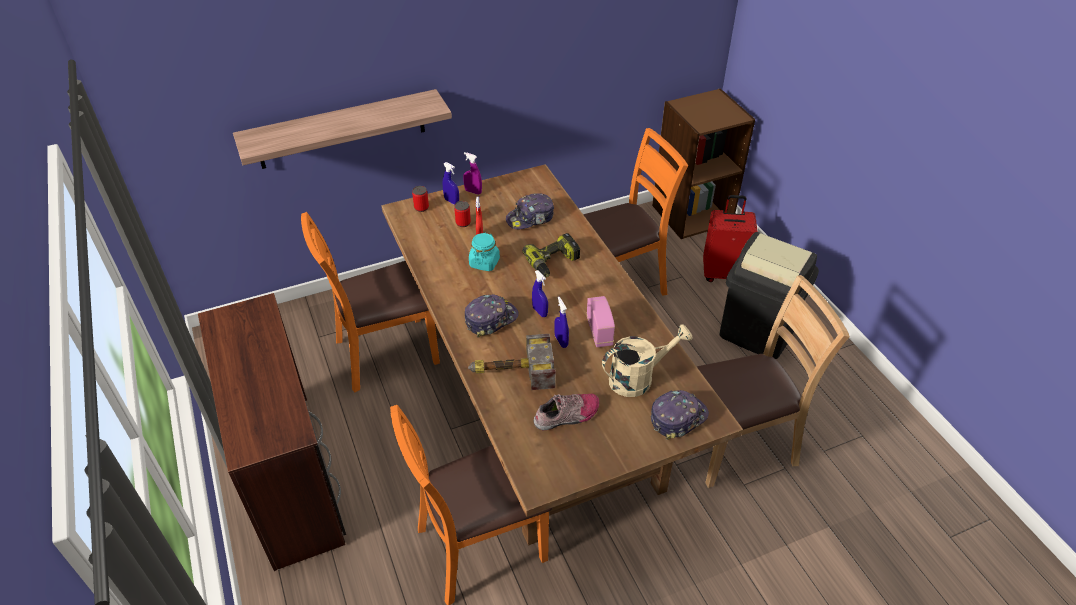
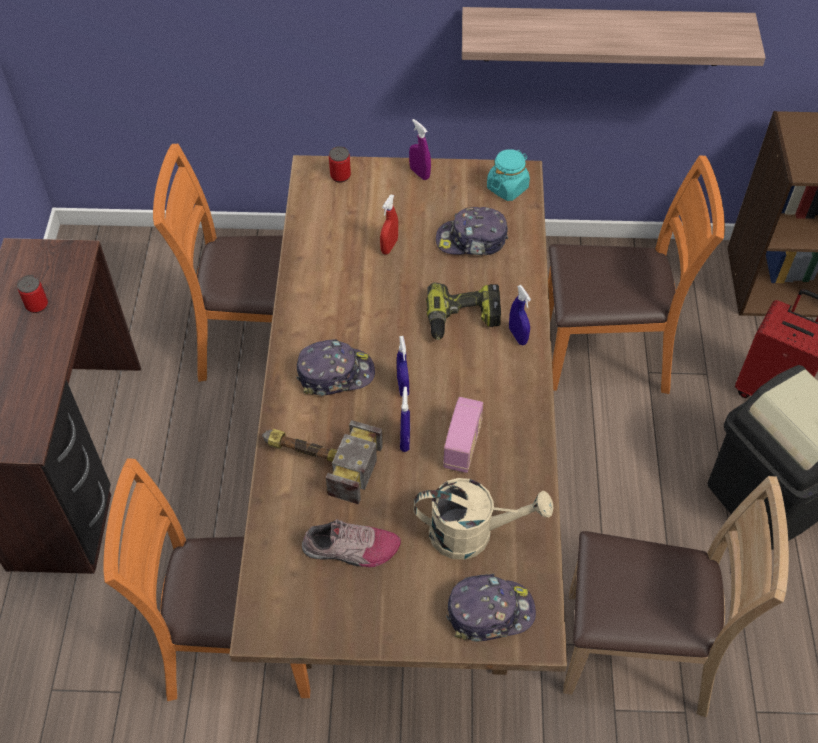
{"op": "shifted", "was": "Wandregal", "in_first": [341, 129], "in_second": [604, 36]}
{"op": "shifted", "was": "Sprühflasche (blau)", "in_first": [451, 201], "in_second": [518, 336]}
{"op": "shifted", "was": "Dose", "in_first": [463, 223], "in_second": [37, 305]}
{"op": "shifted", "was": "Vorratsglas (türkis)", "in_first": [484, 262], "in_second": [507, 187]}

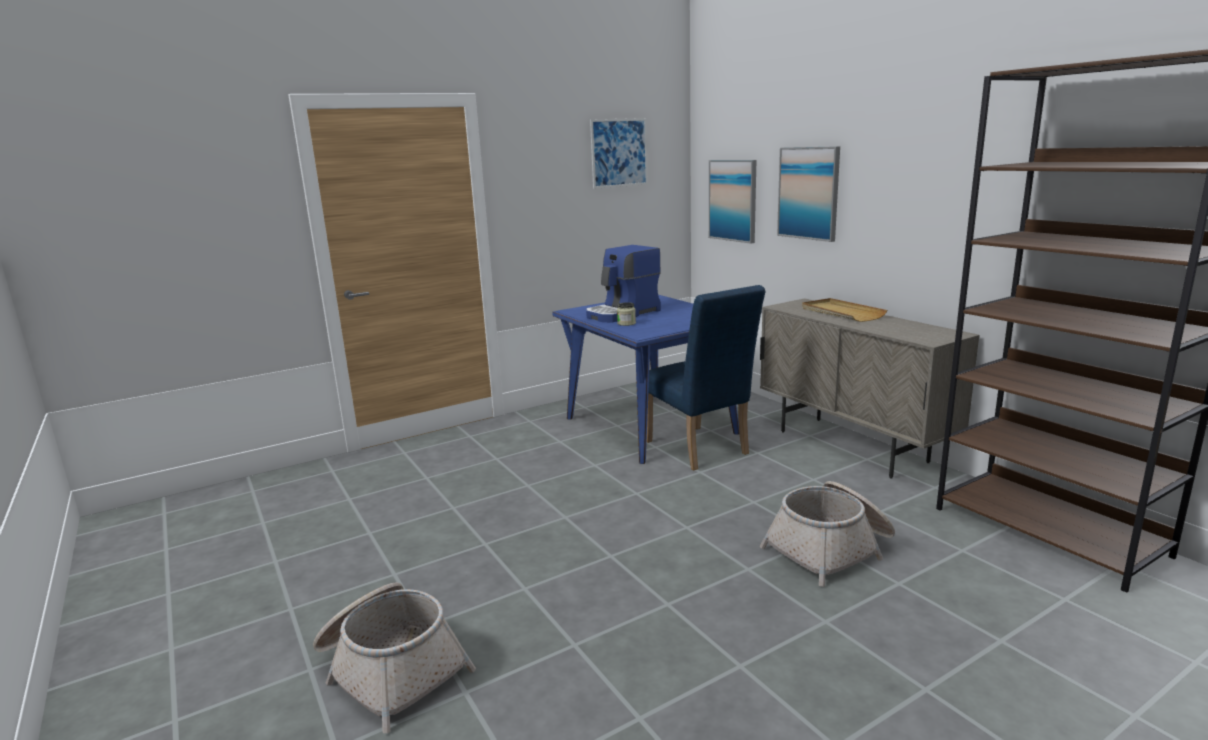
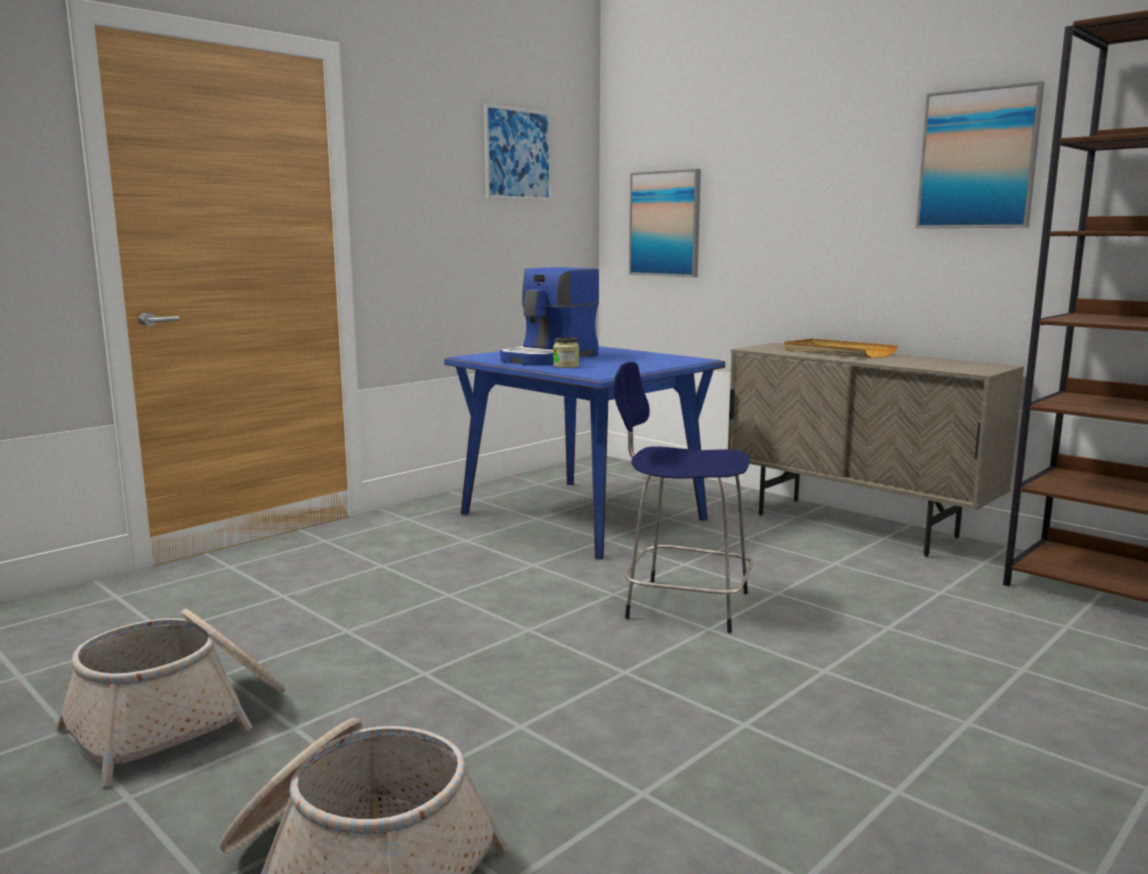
{"op": "gone", "was": "Stuhl (blau)", "in_first": [700, 450]}
{"op": "new", "now": "Hocker (blau)", "in_second": [682, 604]}
{"op": "shifted", "was": "Korb", "in_first": [831, 549], "in_second": [180, 721]}
{"op": "shifted", "was": "Bild", "in_first": [808, 193], "in_second": [978, 159]}

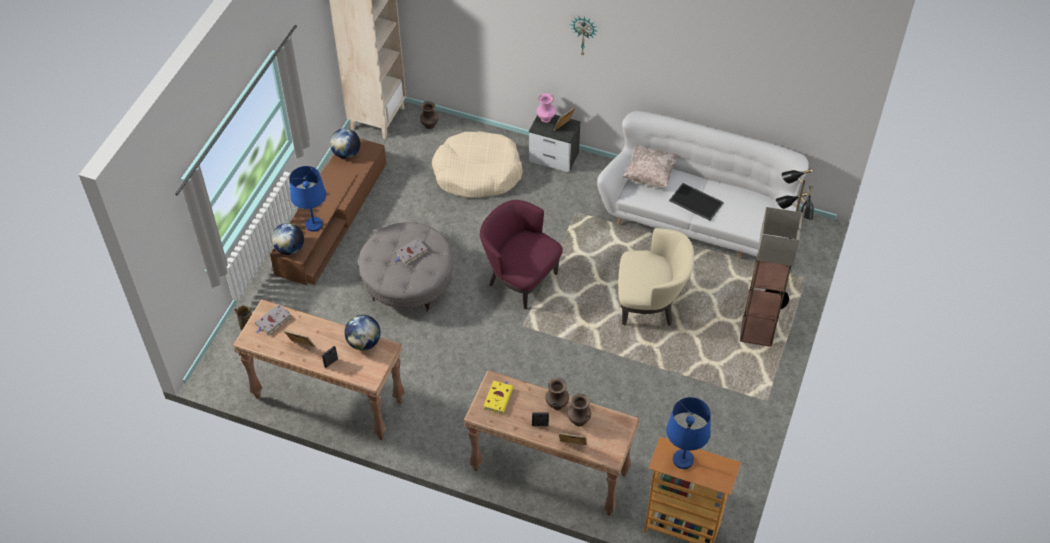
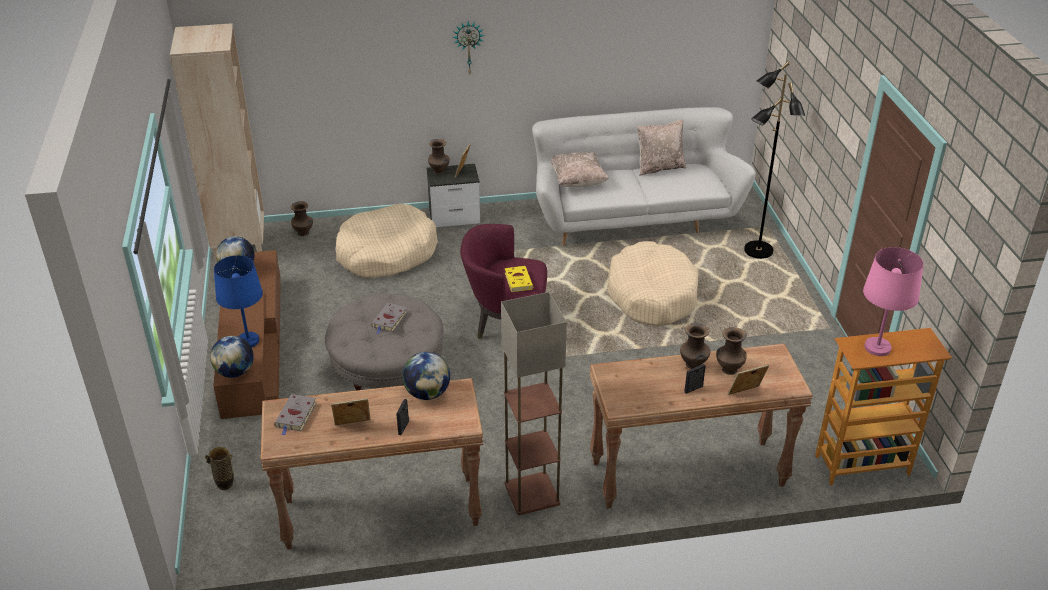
{"op": "gone", "was": "Tablett", "in_first": [697, 201]}
{"op": "new", "now": "Kissen (beige)", "in_second": [659, 167]}
{"op": "shifted", "was": "Buch (gelb)", "in_first": [498, 397], "in_second": [518, 280]}
{"op": "shifted", "was": "Stehlampe", "in_first": [758, 331], "in_second": [533, 494]}
{"op": "swapped", "was": "Sessel (beige)", "now": "Hundebett (beige)", "in_first": [650, 304], "in_second": [652, 295]}
{"op": "repainted", "was": "Vase (rosa)", "now": "Vase (braun)", "in_first": [546, 119], "in_second": [439, 172]}
{"op": "repainted", "was": "Tischlampe (blau)", "now": "Tischlampe (rosa)", "in_first": [682, 459], "in_second": [877, 347]}

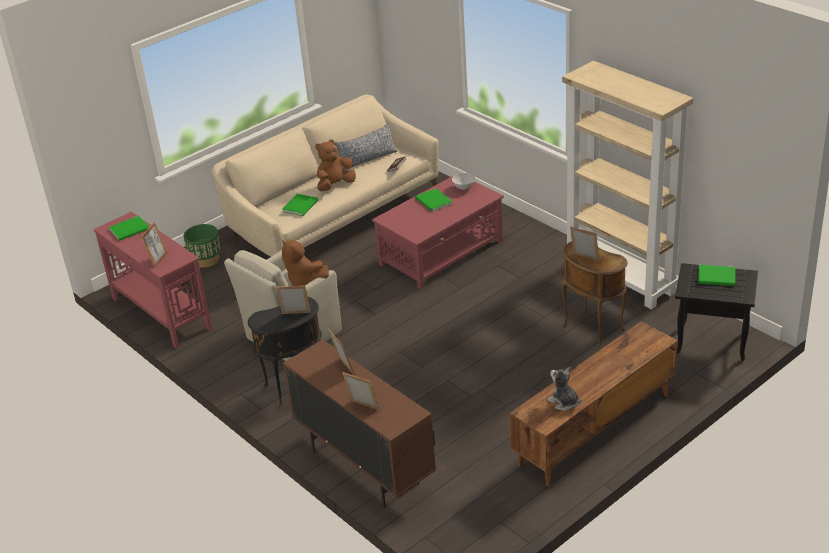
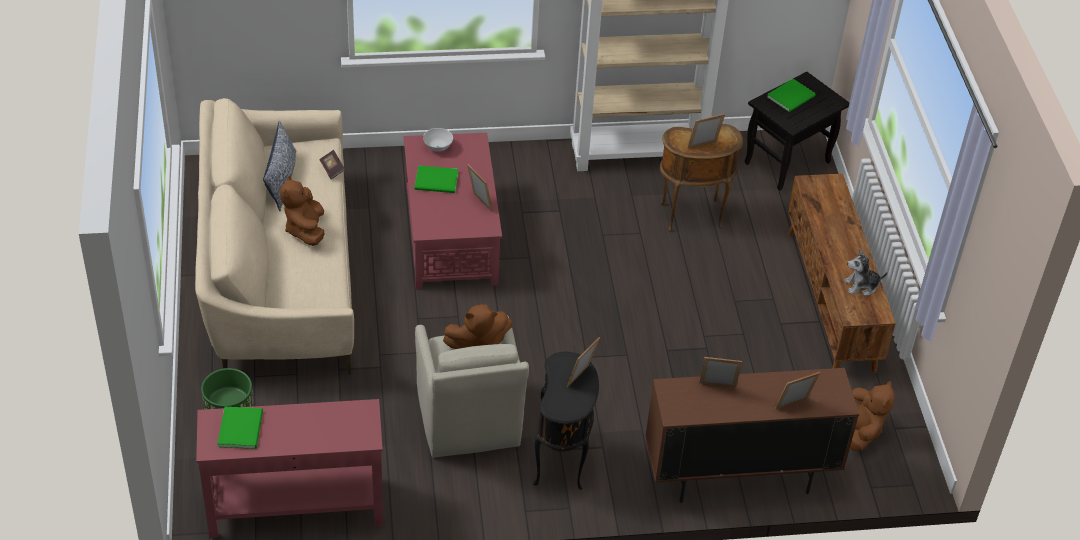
{"op": "gone", "was": "Buch (grün)", "in_first": [301, 205]}
{"op": "new", "now": "Plüschtier (braun)", "in_second": [860, 431]}
{"op": "shifted", "was": "Bilderrahmen", "in_first": [157, 259], "in_second": [479, 204]}

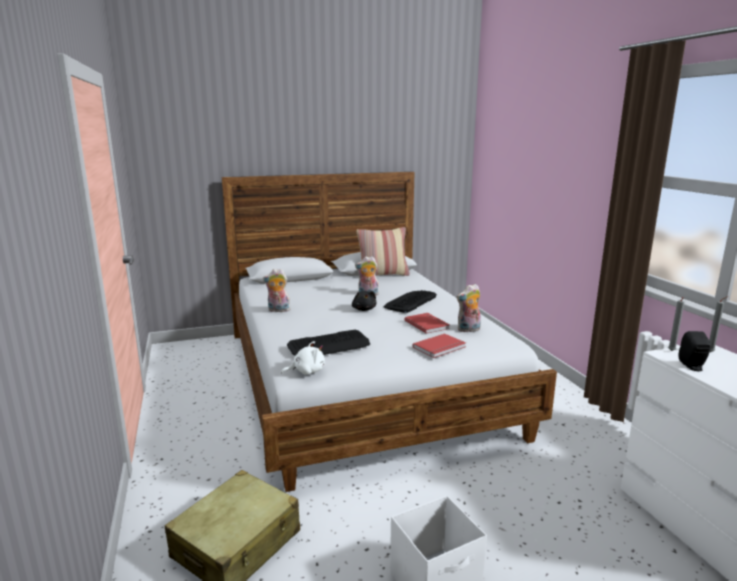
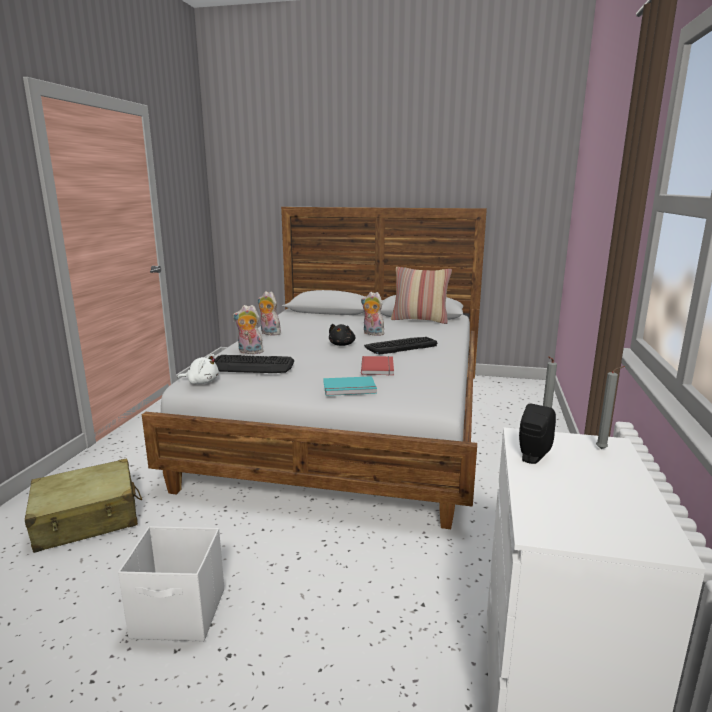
{"op": "shifted", "was": "Plüschtier", "in_first": [468, 330], "in_second": [249, 352]}
{"op": "repainted", "was": "Buch (rot)", "now": "Buch (türkis)", "in_first": [440, 348], "in_second": [350, 389]}

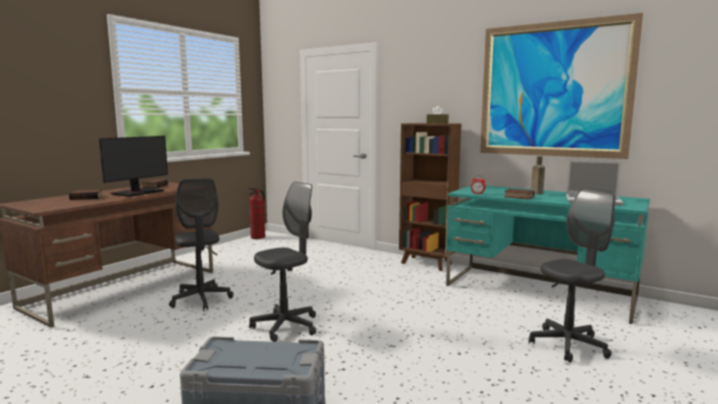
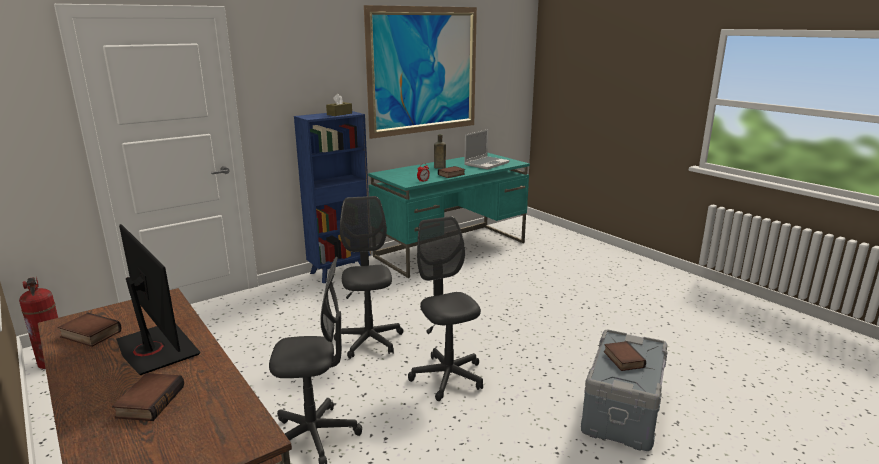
{"op": "new", "now": "Buch", "in_second": [622, 359]}
{"op": "shifted", "was": "Bürostuhl (grau)", "in_first": [568, 345], "in_second": [369, 341]}
{"op": "repainted", "was": "Bücherregal (braun)", "now": "Bücherregal (blau)", "in_first": [427, 264], "in_second": [340, 271]}

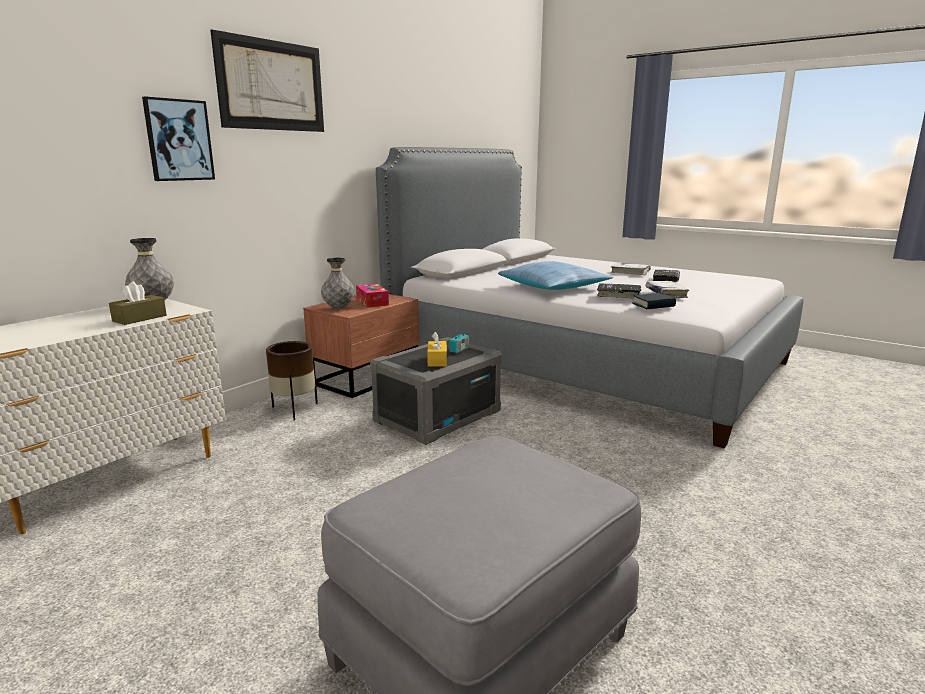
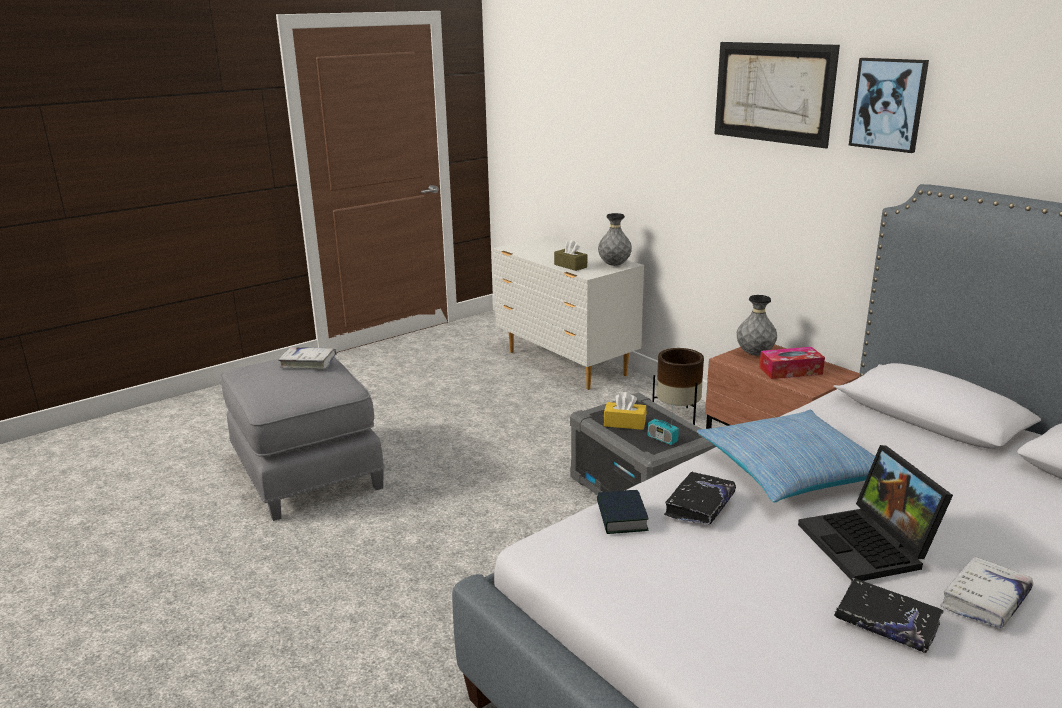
{"op": "new", "now": "Laptop", "in_second": [870, 546]}
{"op": "shifted", "was": "Bild", "in_first": [179, 140], "in_second": [888, 104]}
{"op": "shifted", "was": "Buch (weiß)", "in_first": [666, 294], "in_second": [308, 363]}

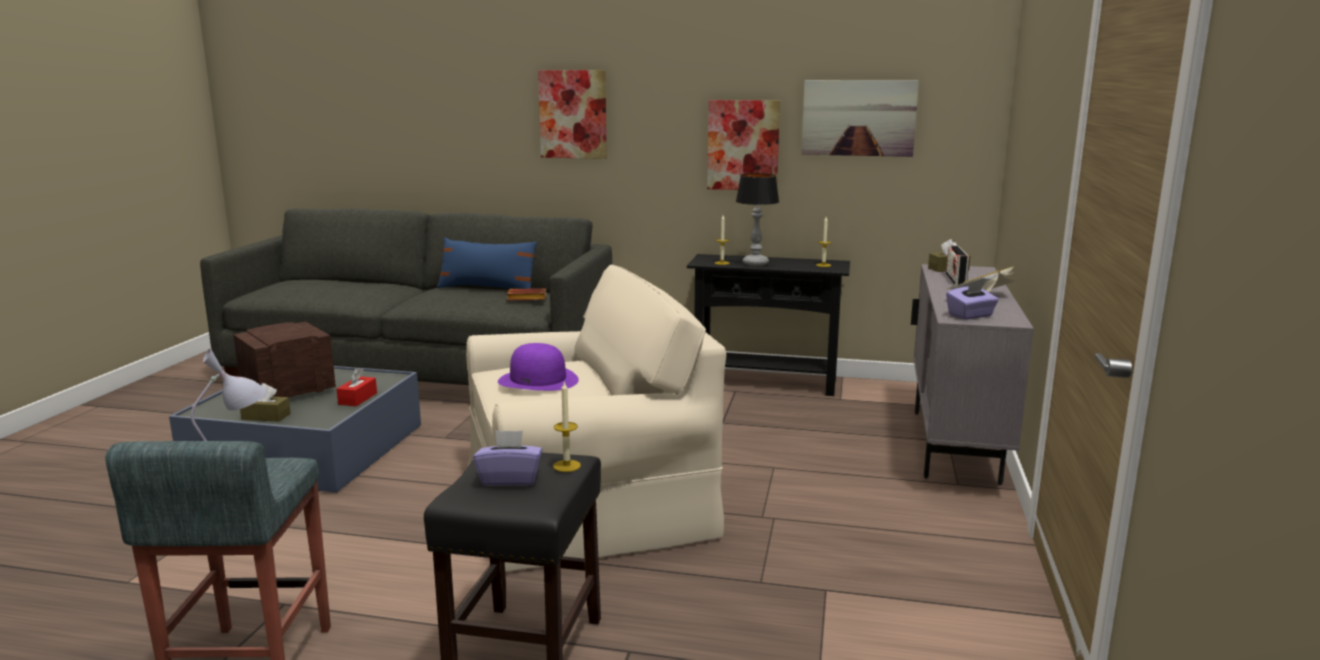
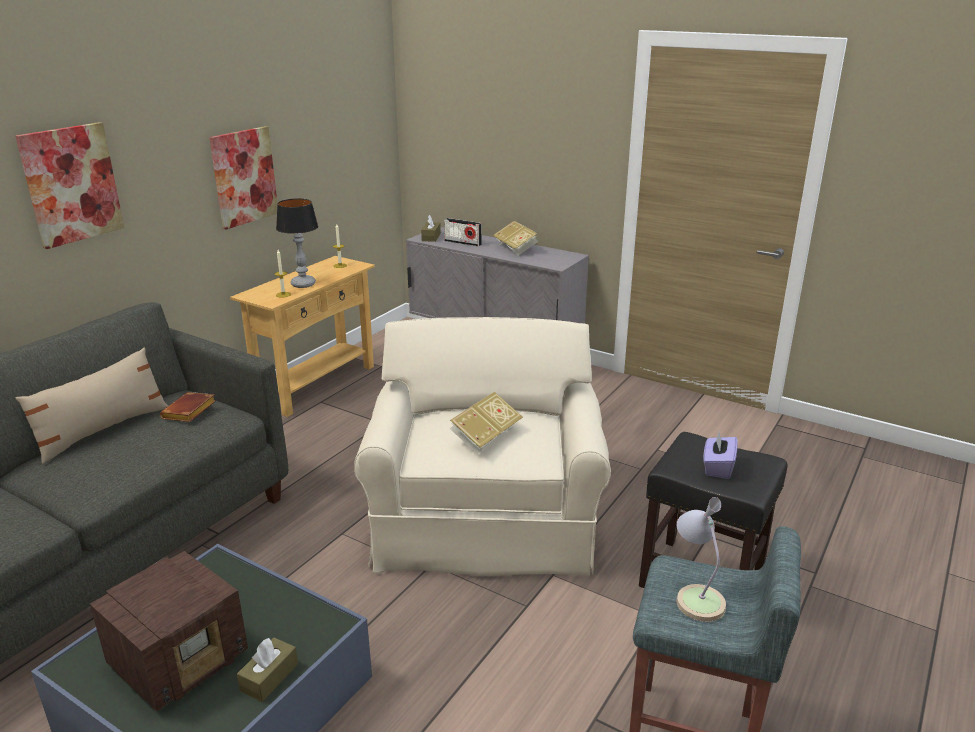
{"op": "gone", "was": "Taschentuchbox (rot)", "in_first": [358, 399]}
{"op": "gone", "was": "Kerze", "in_first": [566, 466]}
{"op": "gone", "was": "Bild", "in_first": [858, 118]}
{"op": "gone", "was": "Taschentuchbox (lila)", "in_first": [970, 316]}
{"op": "swapped", "was": "Hut (lila)", "now": "Buch", "in_first": [538, 380], "in_second": [485, 437]}
{"op": "repainted", "was": "Kissen (blau)", "now": "Kissen (beige)", "in_first": [488, 289], "in_second": [103, 430]}
{"op": "repainted", "was": "Konsolentisch (schwarz)", "now": "Konsolentisch (beige)", "in_first": [765, 383], "in_second": [317, 385]}
{"op": "rotated", "was": "Radio", "in_first": [286, 391], "in_second": [181, 660], "clockwise": -120}

